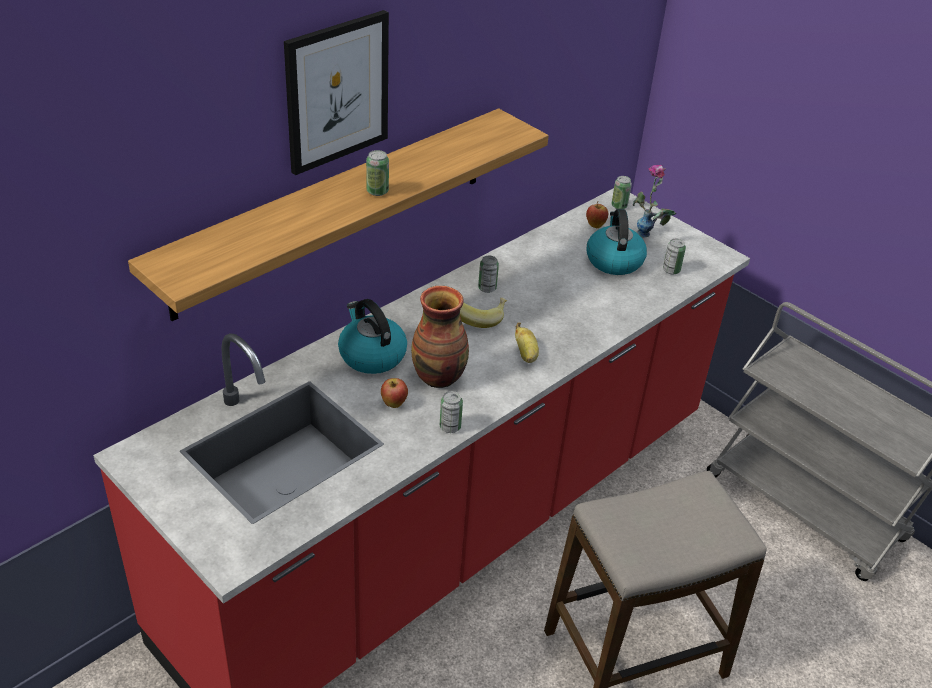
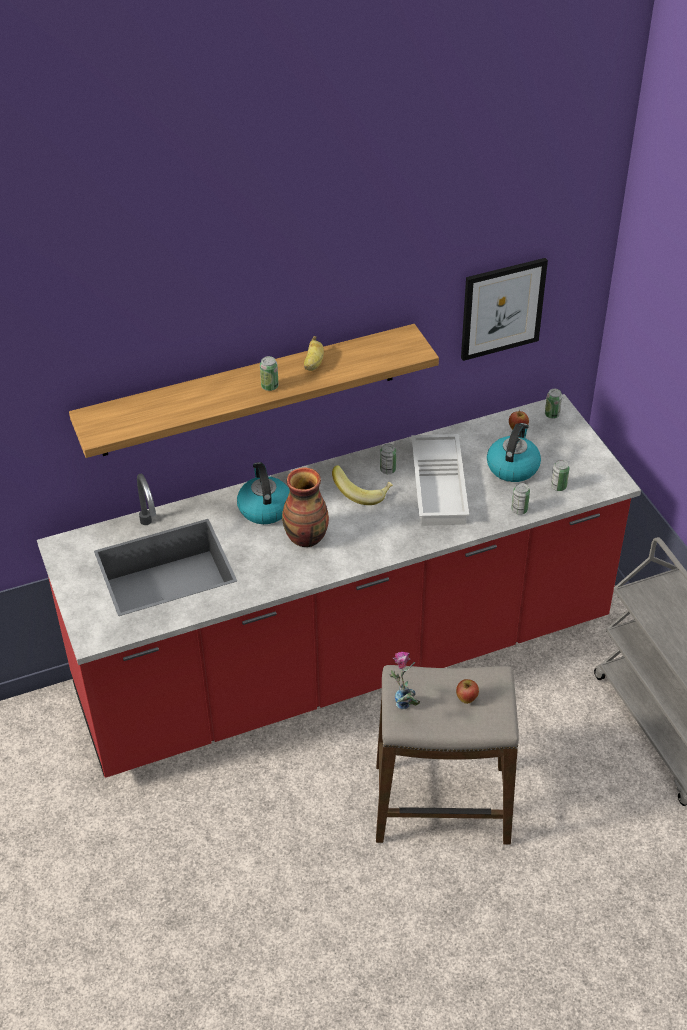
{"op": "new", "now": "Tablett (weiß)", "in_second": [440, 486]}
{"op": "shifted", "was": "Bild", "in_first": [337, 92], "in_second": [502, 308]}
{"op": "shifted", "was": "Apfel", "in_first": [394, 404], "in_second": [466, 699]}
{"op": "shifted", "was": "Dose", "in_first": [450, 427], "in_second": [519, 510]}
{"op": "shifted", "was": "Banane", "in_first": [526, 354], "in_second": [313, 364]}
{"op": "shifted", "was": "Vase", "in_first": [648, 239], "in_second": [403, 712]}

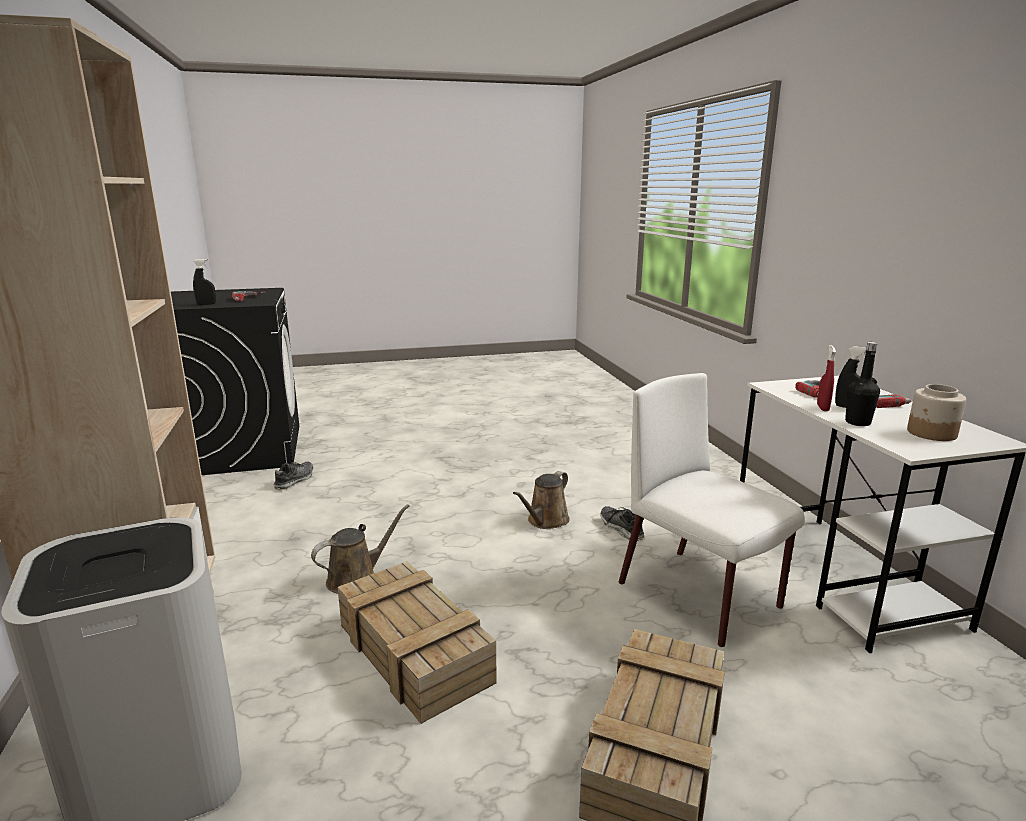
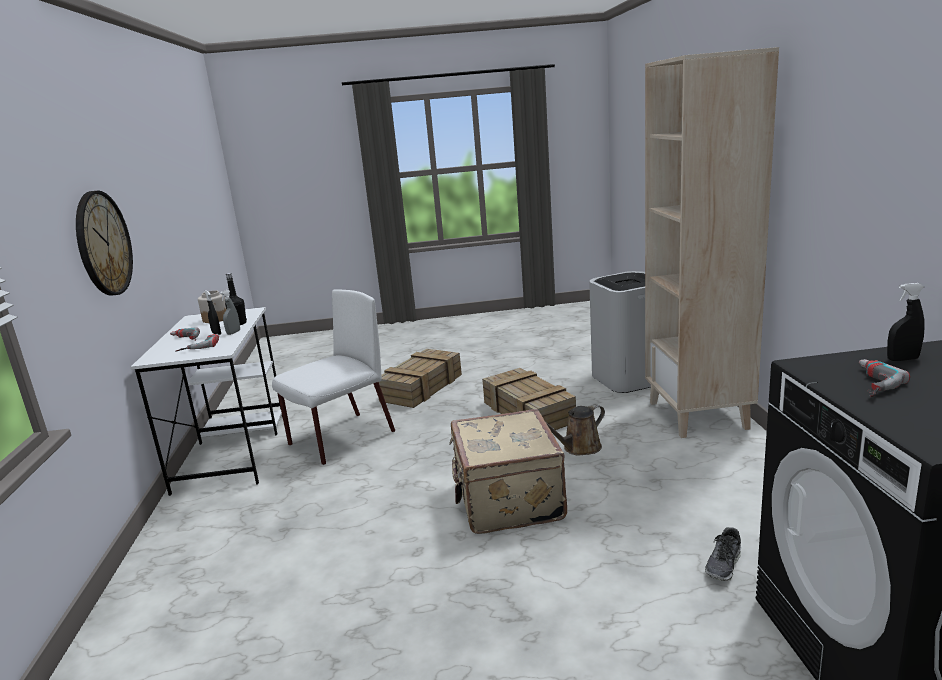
{"op": "gone", "was": "Gießkanne (braun)", "in_first": [545, 521]}
{"op": "gone", "was": "Schuh", "in_first": [621, 529]}
{"op": "new", "now": "Wanduhr", "in_second": [103, 243]}
{"op": "new", "now": "Koffer (beige)", "in_second": [506, 501]}
{"op": "repainted", "was": "Sprühflasche (rot)", "now": "Sprühflasche (grau)", "in_first": [822, 408], "in_second": [233, 332]}
{"op": "rotated", "was": "Stuhl (weiß)", "in_first": [701, 596], "in_second": [340, 439], "clockwise": -105}

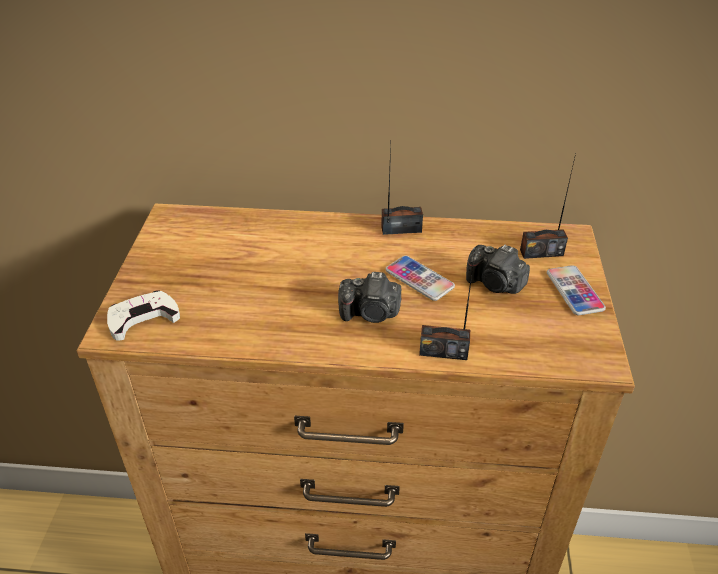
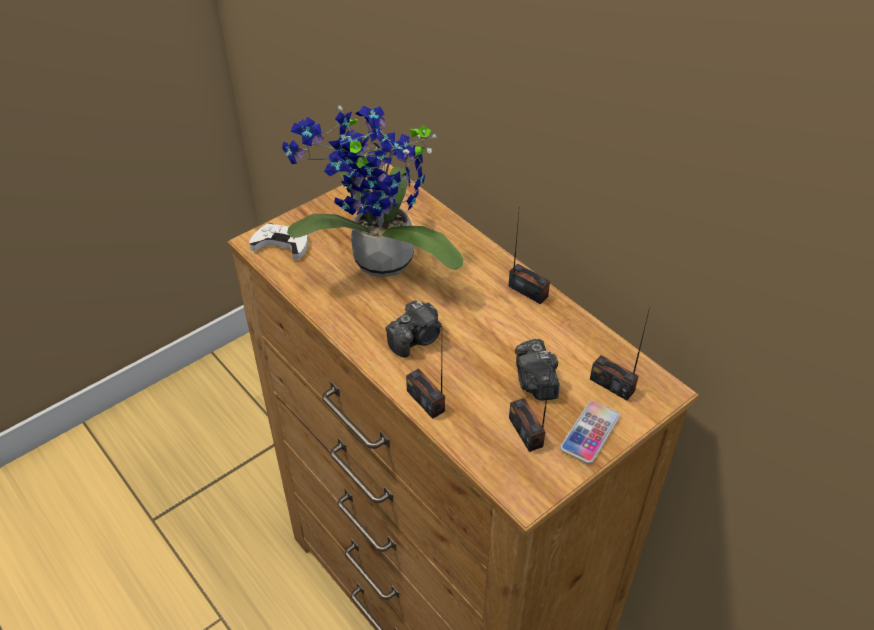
{"op": "gone", "was": "Handy", "in_first": [419, 279]}
{"op": "new", "now": "Topfpflanze", "in_second": [378, 265]}
{"op": "new", "now": "Radio", "in_second": [526, 432]}
{"op": "rotated", "was": "Kamera", "in_first": [371, 313], "in_second": [416, 339], "clockwise": -90}

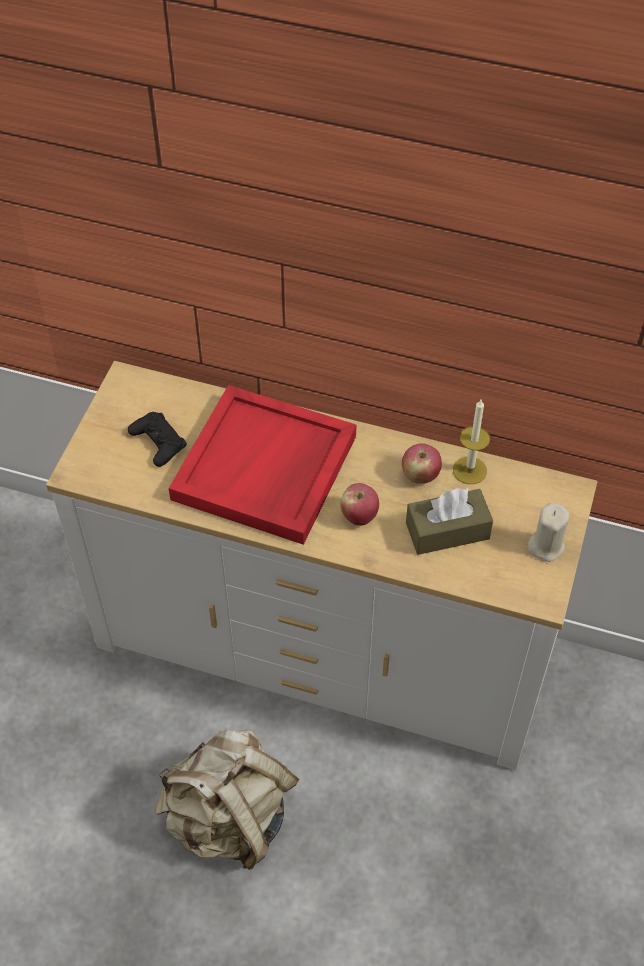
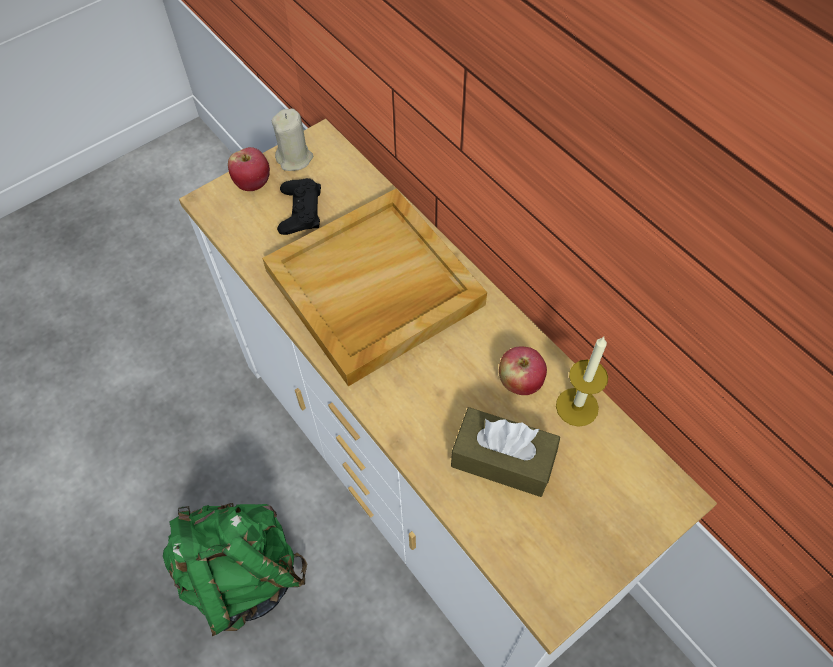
{"op": "shifted", "was": "Apfel", "in_first": [359, 516], "in_second": [253, 183]}
{"op": "shifted", "was": "Kerze (beige)", "in_first": [546, 546], "in_second": [295, 158]}
{"op": "repainted", "was": "Rucksack (beige)", "now": "Rucksack (grün)", "in_first": [230, 818], "in_second": [242, 575]}
{"op": "repainted", "was": "Tablett (rot)", "now": "Tablett (beige)", "in_first": [265, 469], "in_second": [373, 289]}

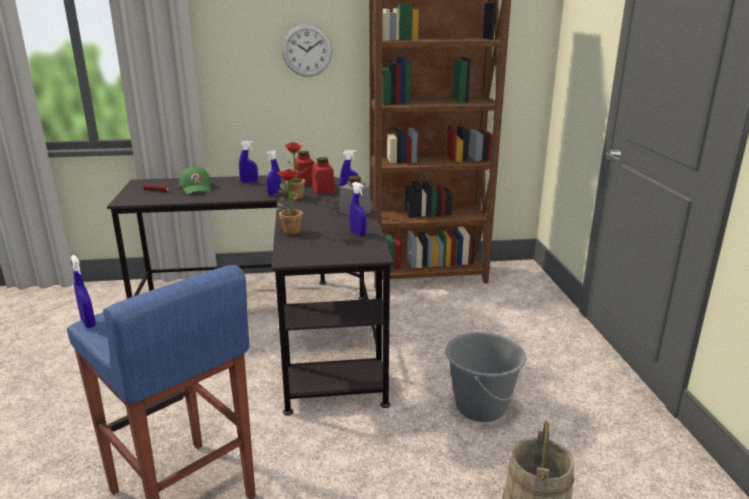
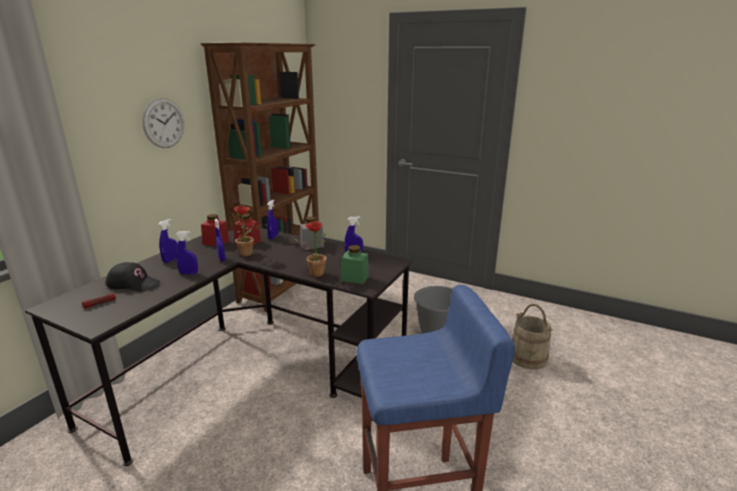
{"op": "new", "now": "Vorratsglas (grün)", "in_second": [354, 278]}
{"op": "shifted", "was": "Sprühflasche (blau)", "in_first": [88, 323], "in_second": [189, 273]}
{"op": "repainted", "was": "Kappe (grün)", "now": "Kappe (schwarz)", "in_first": [196, 187], "in_second": [133, 283]}

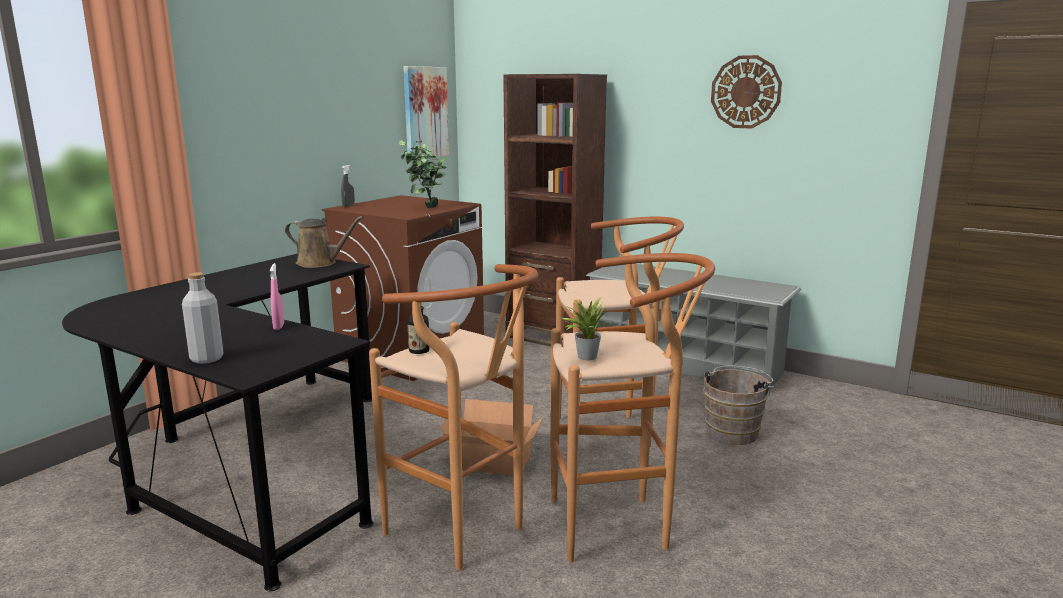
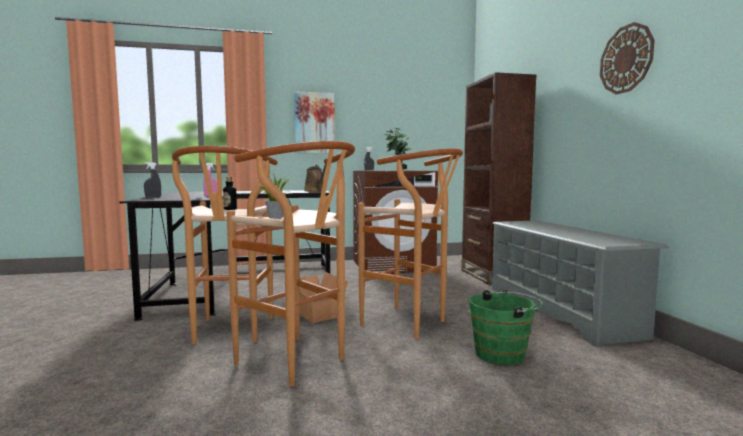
{"op": "shifted", "was": "Bild", "in_first": [425, 113], "in_second": [314, 123]}
{"op": "swapped", "was": "Flasche (grau)", "now": "Sprühflasche (grau)", "in_first": [207, 359], "in_second": [153, 197]}
{"op": "repainted", "was": "Eimer (braun)", "now": "Eimer (grün)", "in_first": [733, 431], "in_second": [503, 354]}

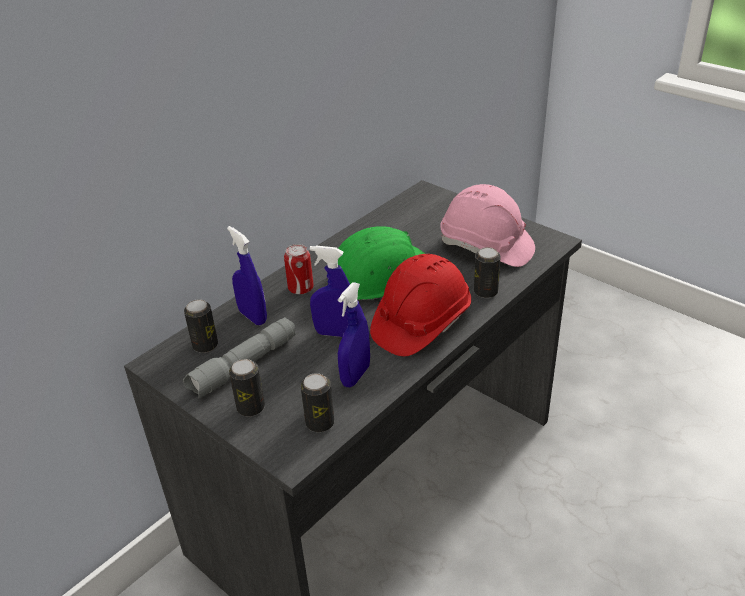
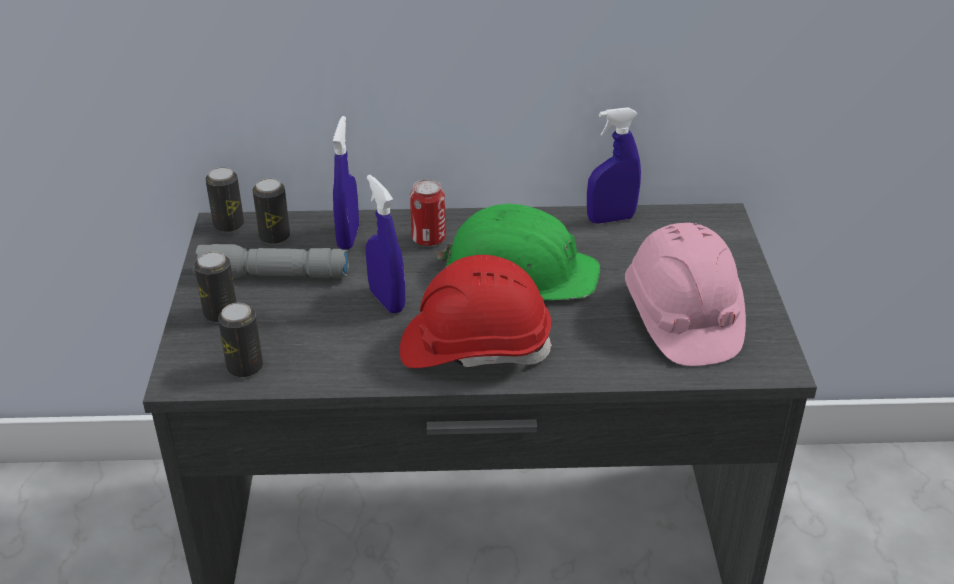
{"op": "shifted", "was": "Sprühflasche (blau)", "in_first": [355, 376], "in_second": [610, 219]}
{"op": "shifted", "was": "Dose", "in_first": [485, 292], "in_second": [229, 225]}

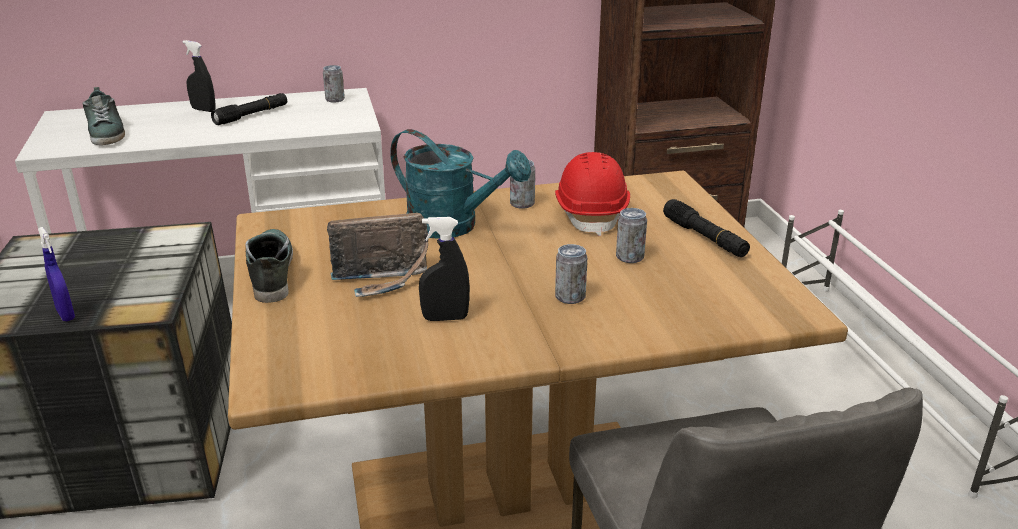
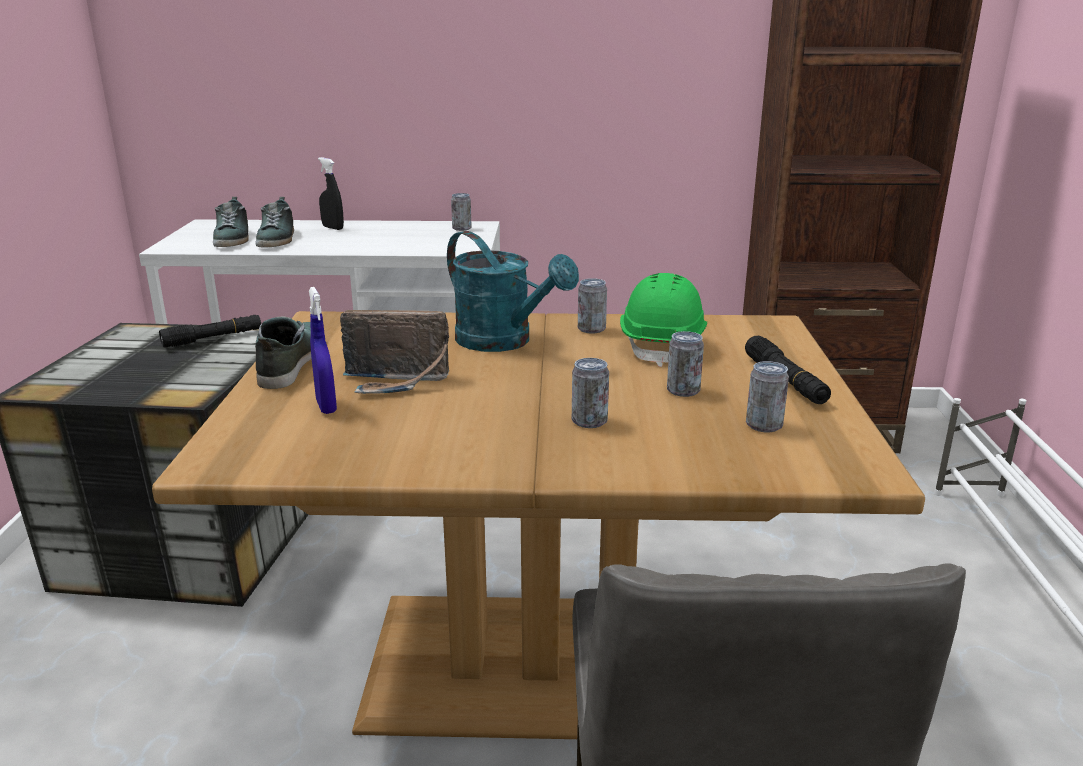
{"op": "gone", "was": "Sprühflasche (schwarz)", "in_first": [445, 318]}
{"op": "new", "now": "Schuh", "in_second": [277, 239]}
{"op": "new", "now": "Dose", "in_second": [764, 425]}
{"op": "shifted", "was": "Sprühflasche (blau)", "in_first": [65, 314], "in_second": [326, 406]}
{"op": "shifted", "was": "Taschenlampe (schwarz)", "in_first": [251, 115], "in_second": [213, 338]}
{"op": "repainted", "was": "Schutzhelm (rot)", "now": "Schutzhelm (grün)", "in_first": [591, 213], "in_second": [663, 345]}

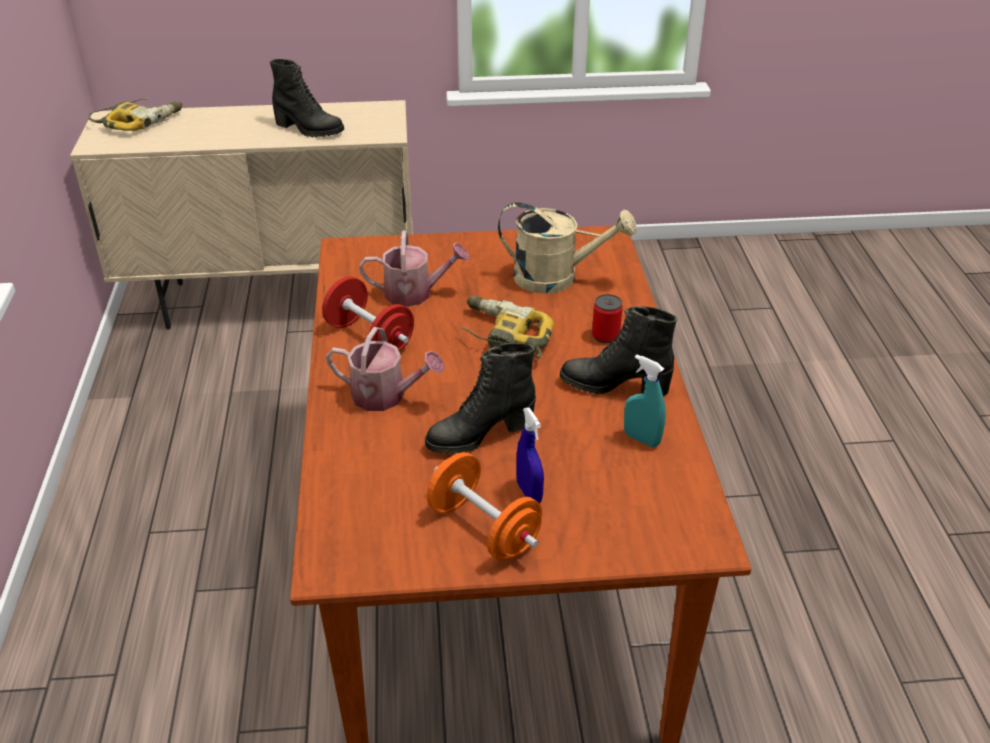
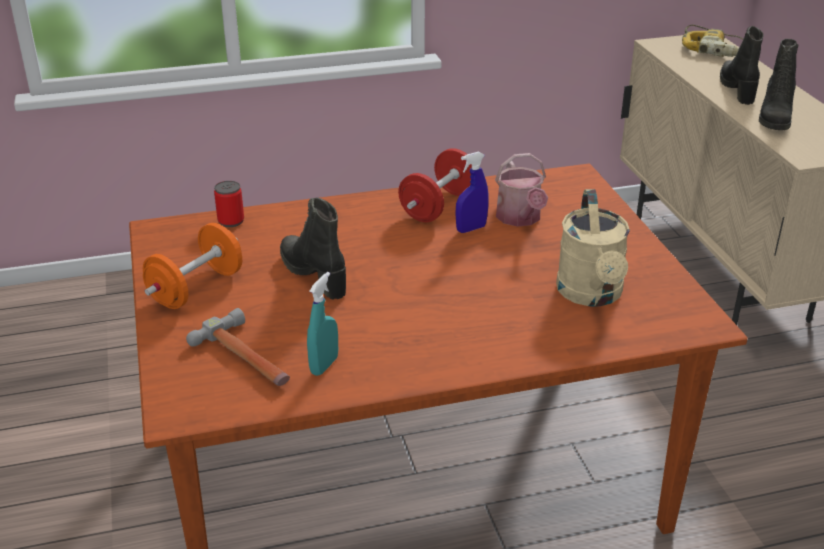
{"op": "gone", "was": "Gießkanne", "in_first": [386, 396]}
{"op": "gone", "was": "Bohrmaschine", "in_first": [503, 336]}
{"op": "new", "now": "Hammer", "in_second": [247, 358]}
{"op": "shifted", "was": "Sprühflasche (blau)", "in_first": [529, 493], "in_second": [471, 229]}
{"op": "shifted", "was": "Stiefel (schwarz)", "in_first": [614, 385], "in_second": [738, 89]}
{"op": "shifted", "was": "Dose", "in_first": [605, 336], "in_second": [231, 221]}

